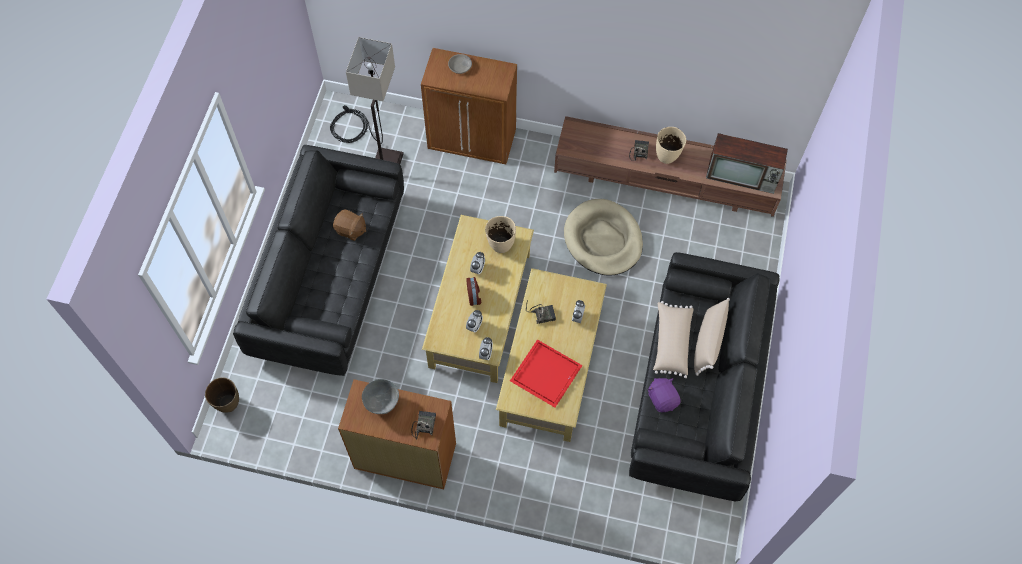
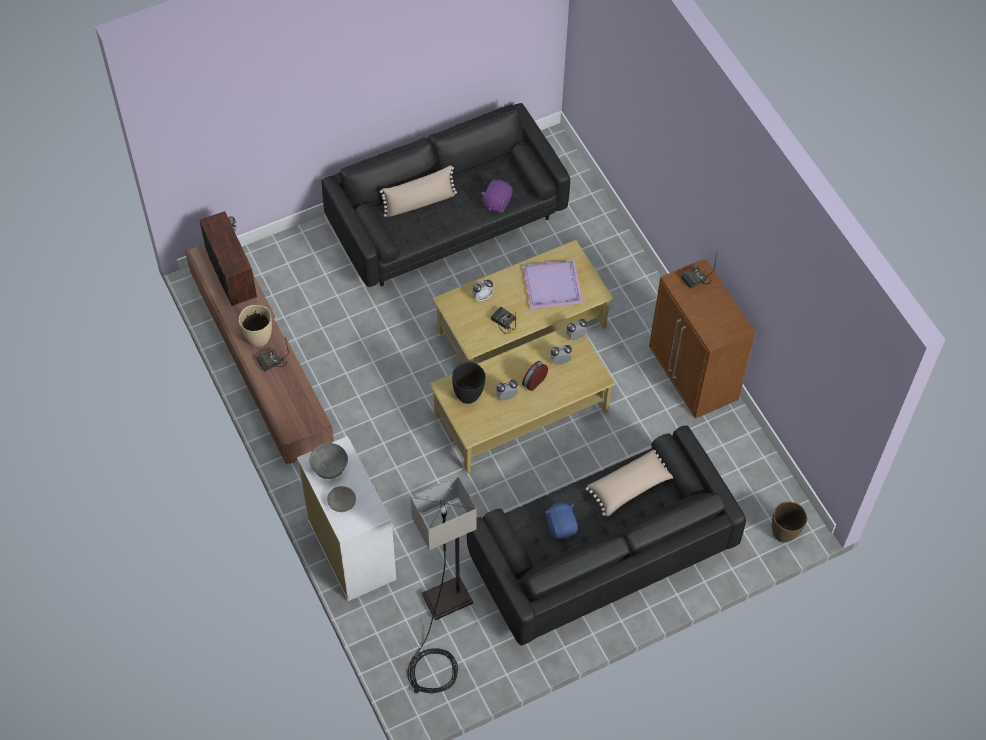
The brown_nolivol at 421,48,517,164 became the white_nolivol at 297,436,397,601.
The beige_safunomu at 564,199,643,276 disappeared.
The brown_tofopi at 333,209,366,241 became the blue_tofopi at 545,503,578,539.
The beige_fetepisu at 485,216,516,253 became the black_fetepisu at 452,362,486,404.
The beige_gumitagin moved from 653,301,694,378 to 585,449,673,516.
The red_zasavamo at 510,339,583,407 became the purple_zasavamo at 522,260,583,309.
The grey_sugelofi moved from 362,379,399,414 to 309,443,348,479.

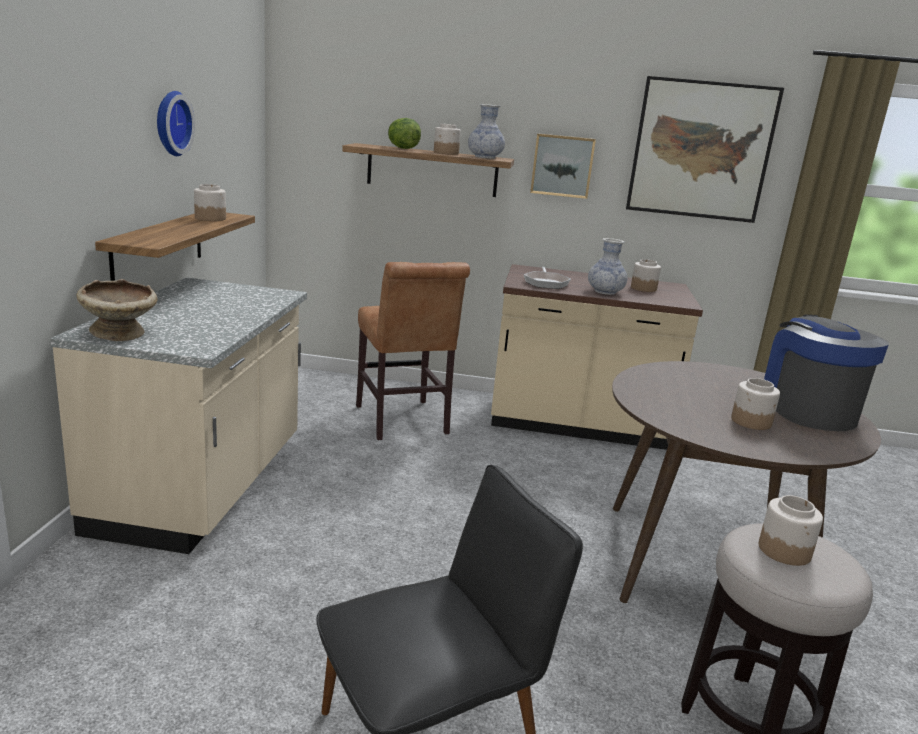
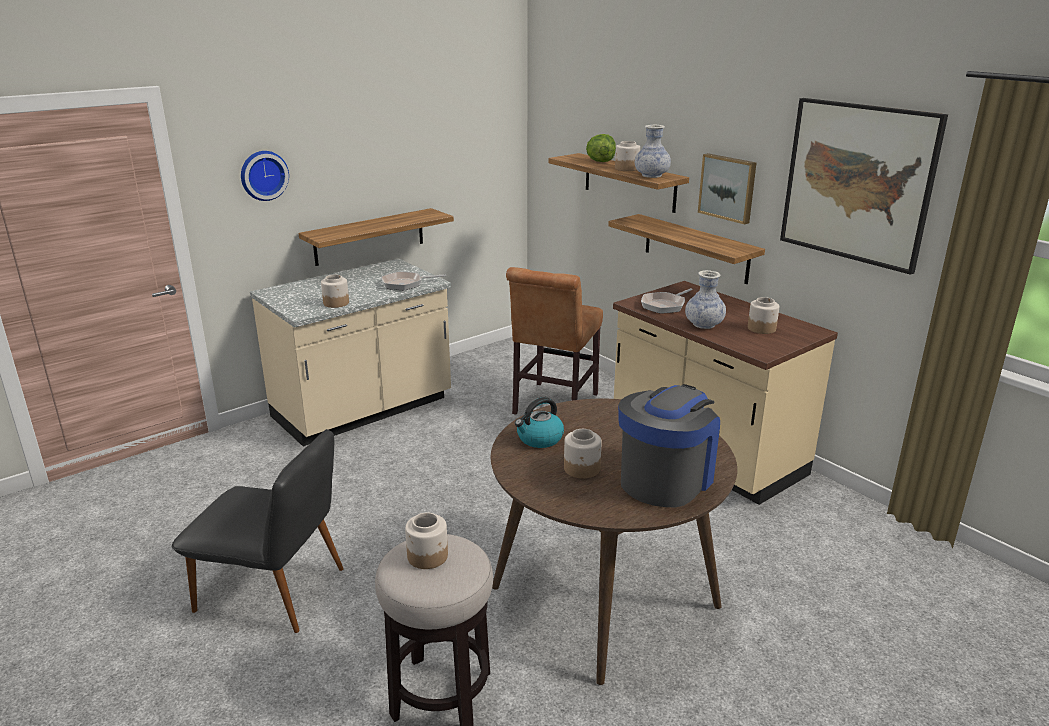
The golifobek moved from 157,91,195,156 to 241,151,289,201.
The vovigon moved from 194,184,226,221 to 321,275,349,308.
The beige_sugelofi at 76,279,158,341 disappeared.
The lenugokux at 608,214,765,284 appeared.
The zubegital at 381,271,446,290 appeared.
The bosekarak at 515,397,564,448 appeared.

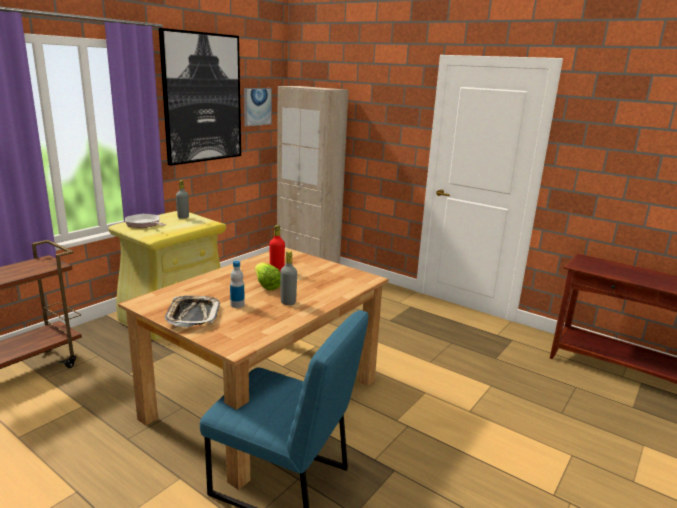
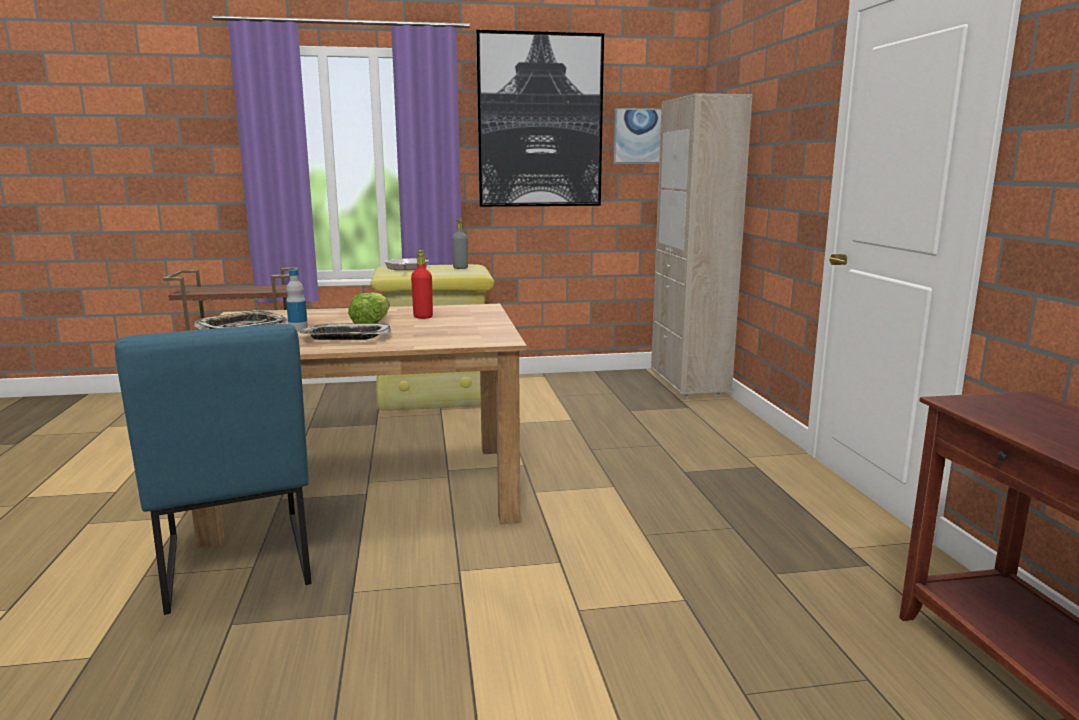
The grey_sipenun at 280,251,297,305 was replaced by the zasavamo at 299,323,391,340.

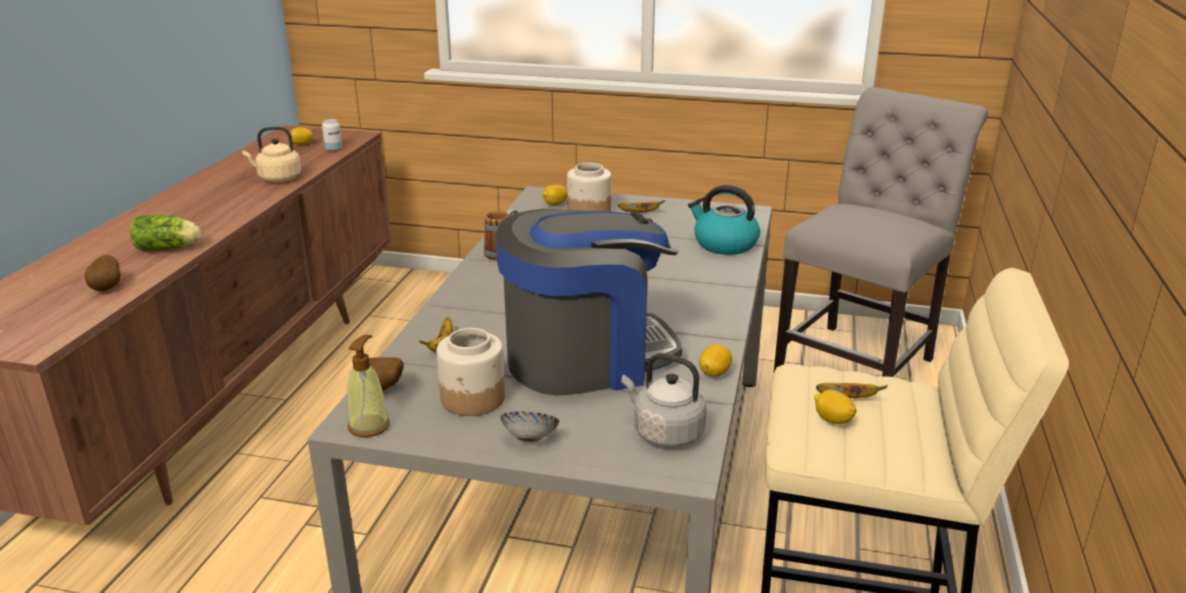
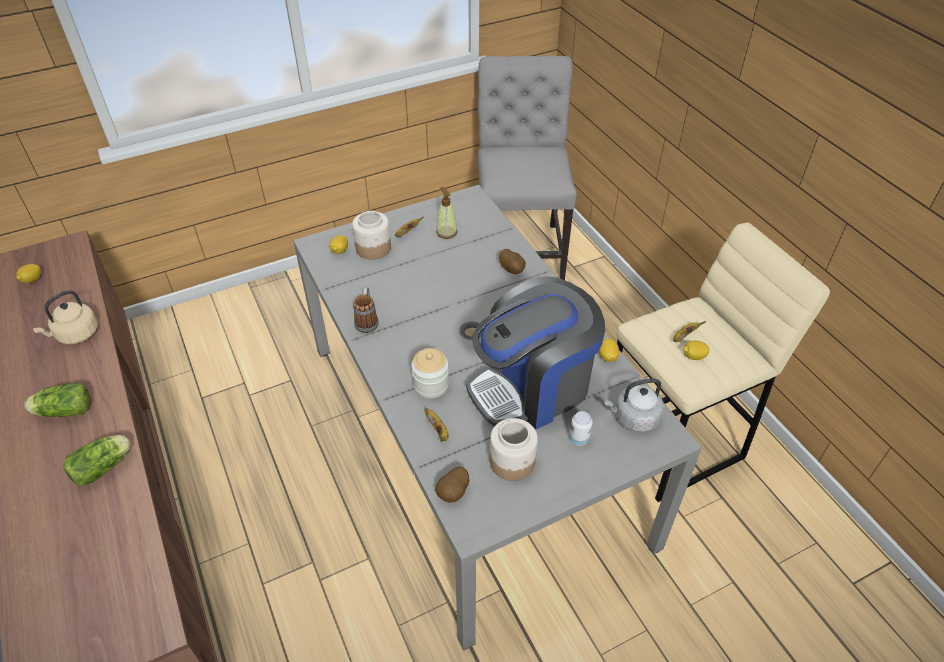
The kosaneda moved from 322,119,342,151 to 569,411,593,446.
The bosekarak at 688,185,760,255 disappeared.
The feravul at 496,209,682,395 turned 150 degrees counterclockwise.
The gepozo moved from 85,255,121,291 to 499,249,526,274.
The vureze moved from 347,335,390,437 to 436,187,458,239.
The sugelofi at 500,411,559,442 disappeared.
The vovigon at 412,348,449,399 appeared.
The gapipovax at 25,383,90,417 appeared.

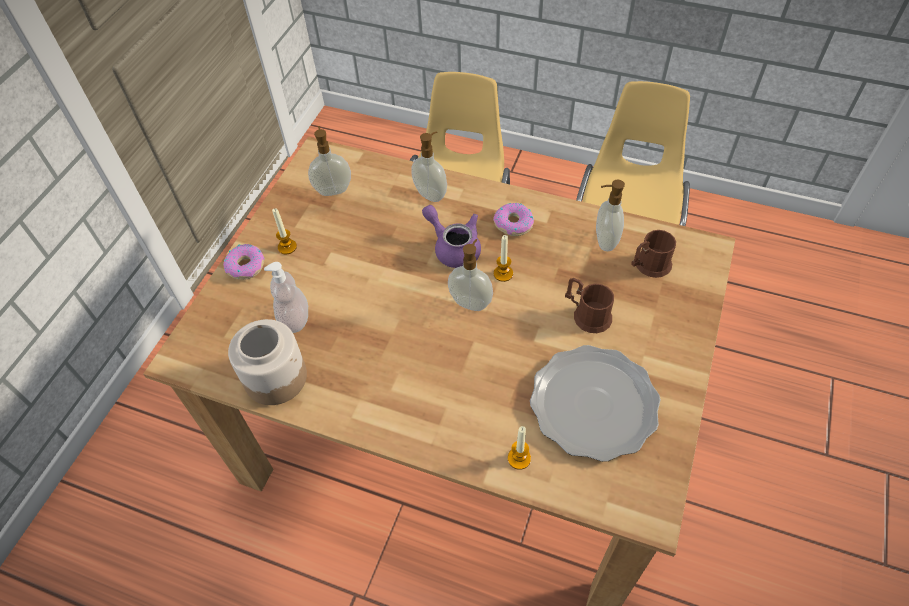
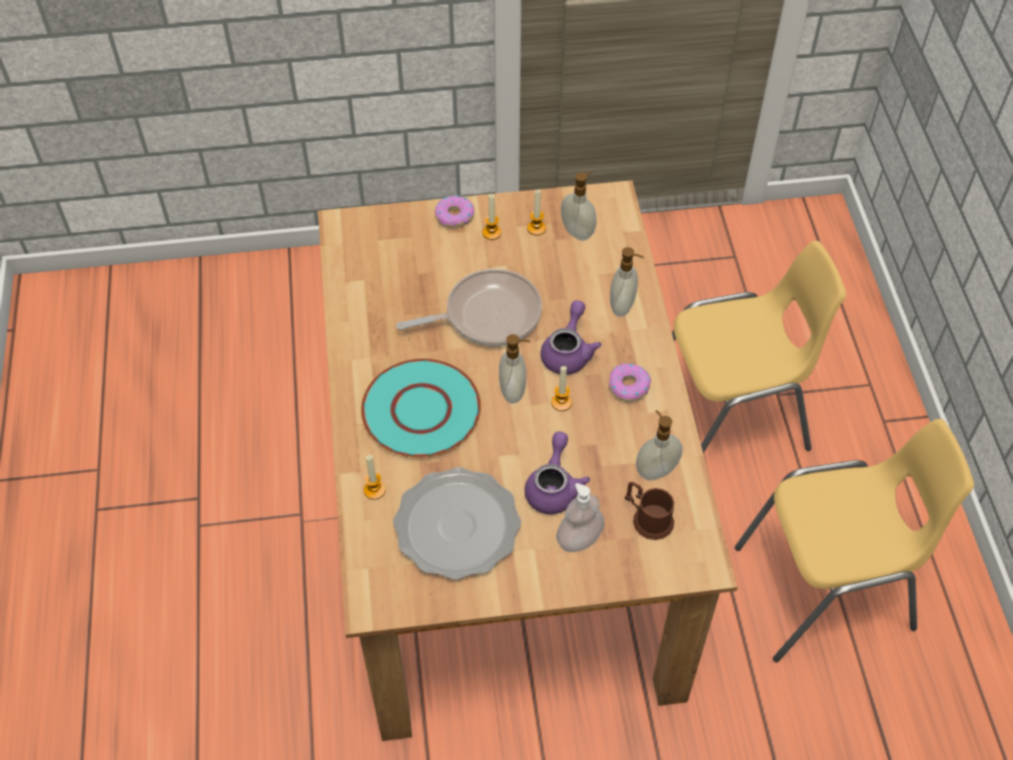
The vureze moved from 264,262,308,333 to 556,483,605,552.
The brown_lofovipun at 565,278,614,333 was replaced by the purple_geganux at 525,432,590,514.
The vovigon at 228,319,307,405 disappeared.
The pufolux at 527,189,546,235 appeared.
The zubegital at 396,269,542,346 appeared.
The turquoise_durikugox at 361,359,481,458 appeared.

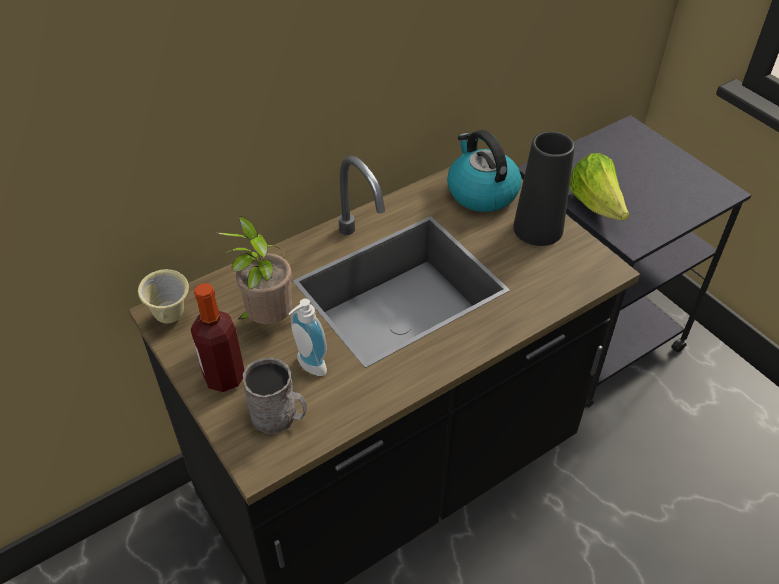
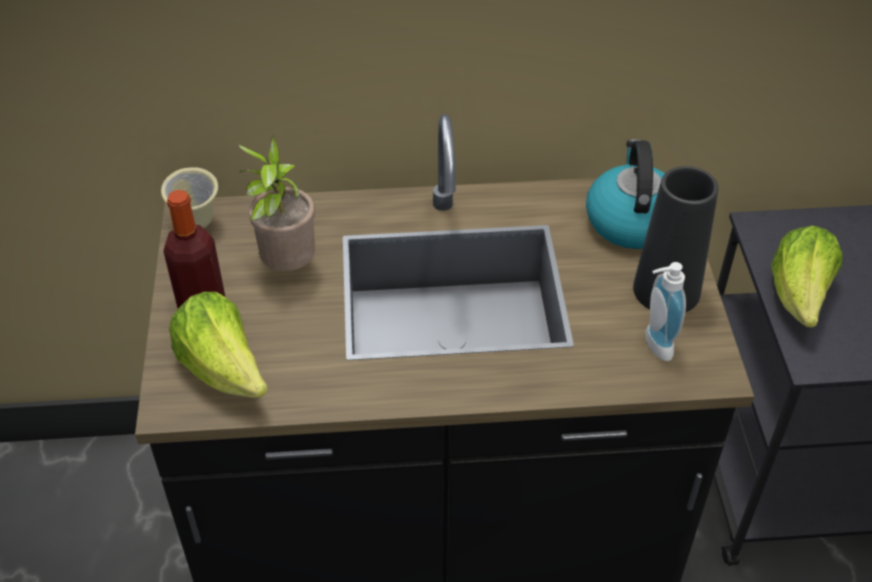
The vureze moved from 288,298,327,376 to 645,262,686,361.
The grey_lofovipun at 243,358,307,434 was replaced by the gapipovax at 169,292,268,398.

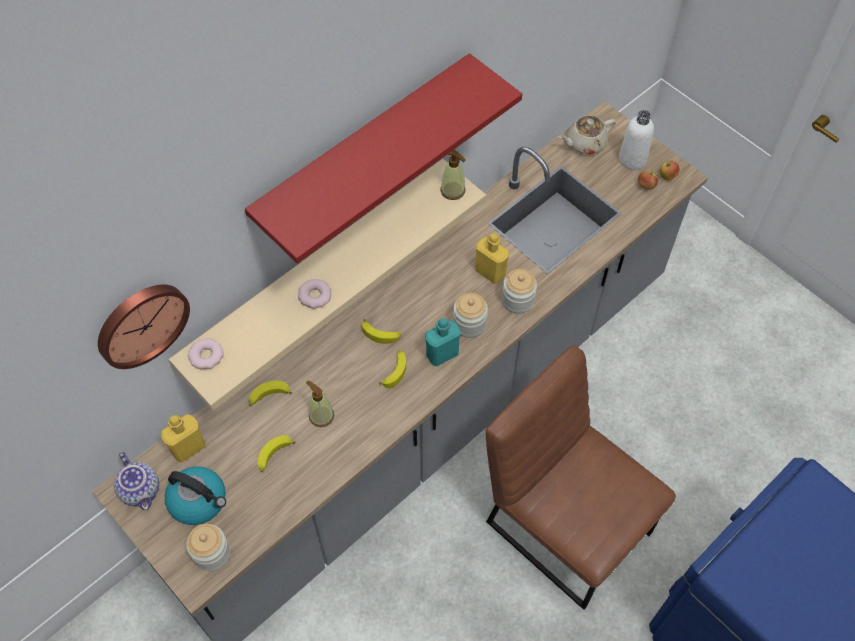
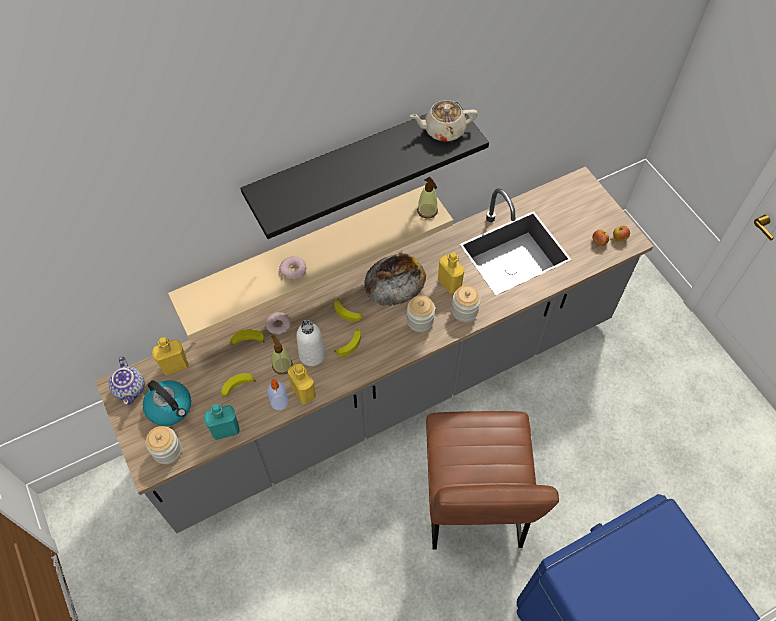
The red_lenugokux at 245,53,522,264 became the black_lenugokux at 240,102,489,239.
The white_sipenun moved from 619,110,654,170 to 296,320,325,366.
The beige_geganux moved from 559,115,616,154 to 410,100,478,141.
The golifobek at 98,285,190,369 disappeared.
The turquoise_sipenun moved from 425,318,461,367 to 204,404,240,440.
The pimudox moved from 188,338,224,369 to 265,312,291,335.
The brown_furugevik at 486,345,676,610 turned 150 degrees counterclockwise.
The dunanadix at 364,253,426,306 appeared.
The yellow_sipenun at 288,363,316,404 appeared.
The vureze at 267,379,288,410 appeared.

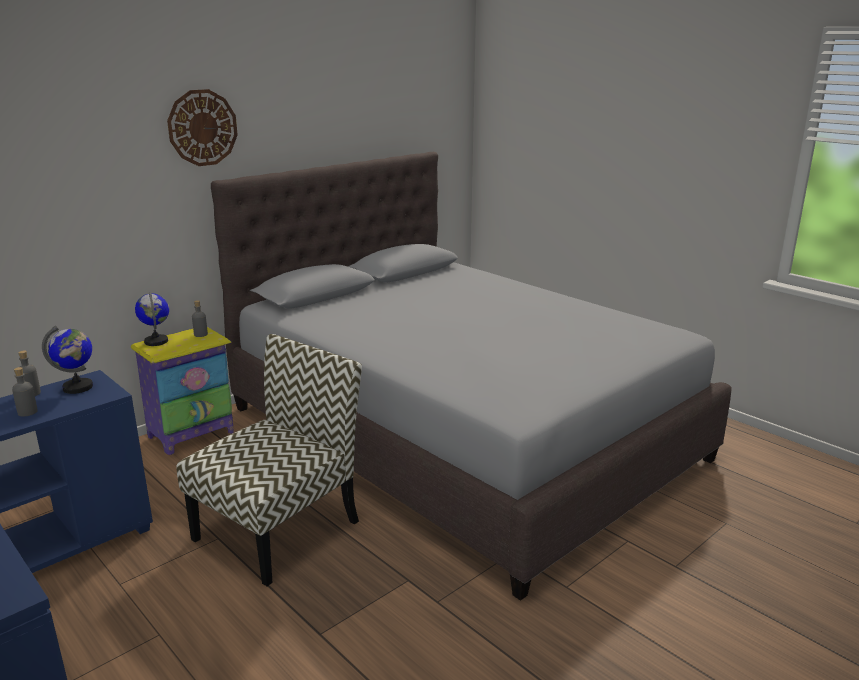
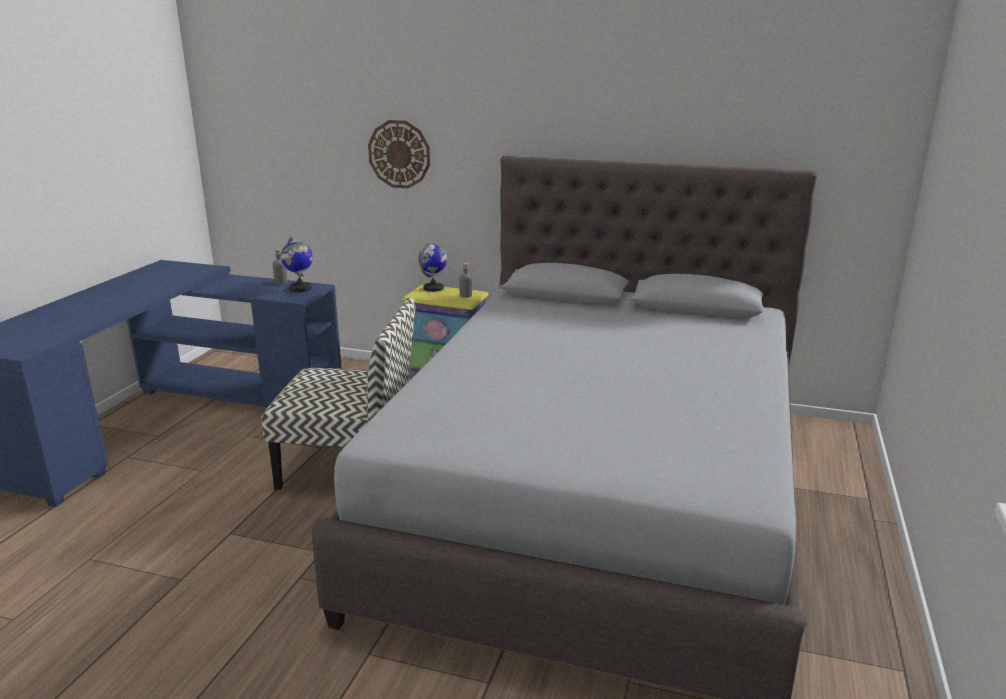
The golifobek moved from 167,89,238,166 to 368,120,430,189.
The grey_sipenun at 12,367,38,416 disappeared.

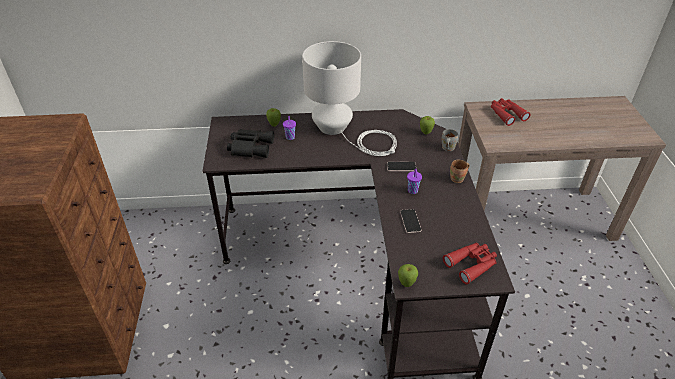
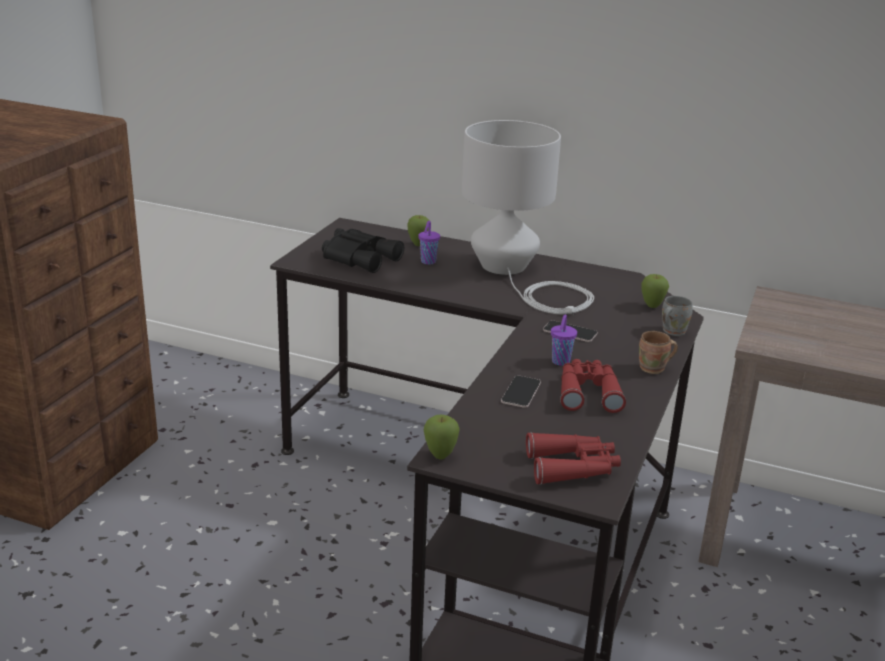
The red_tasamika moved from 491,98,531,126 to 560,359,626,413.

